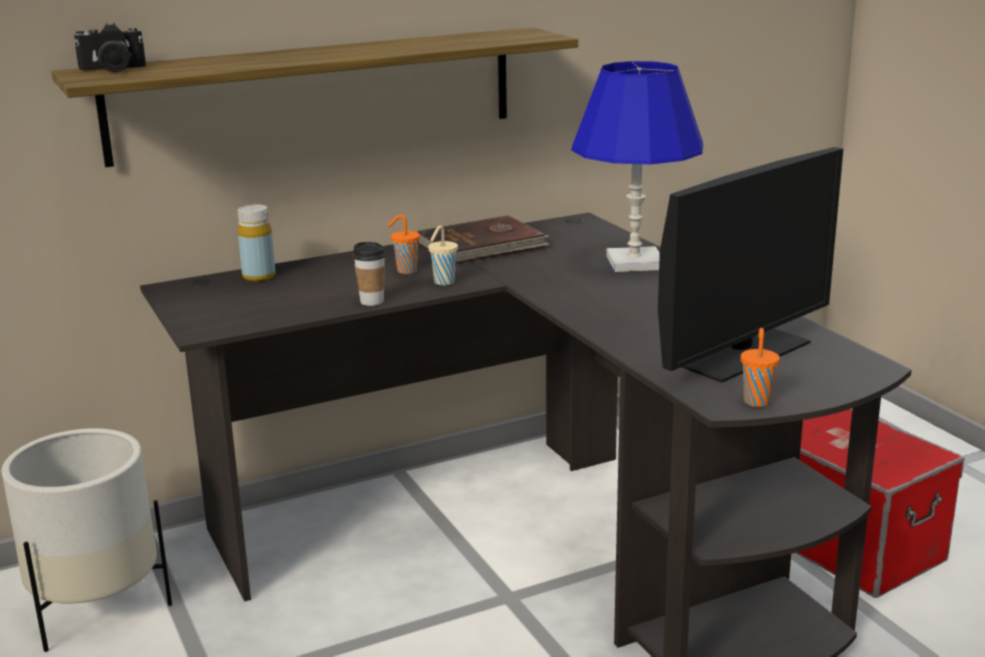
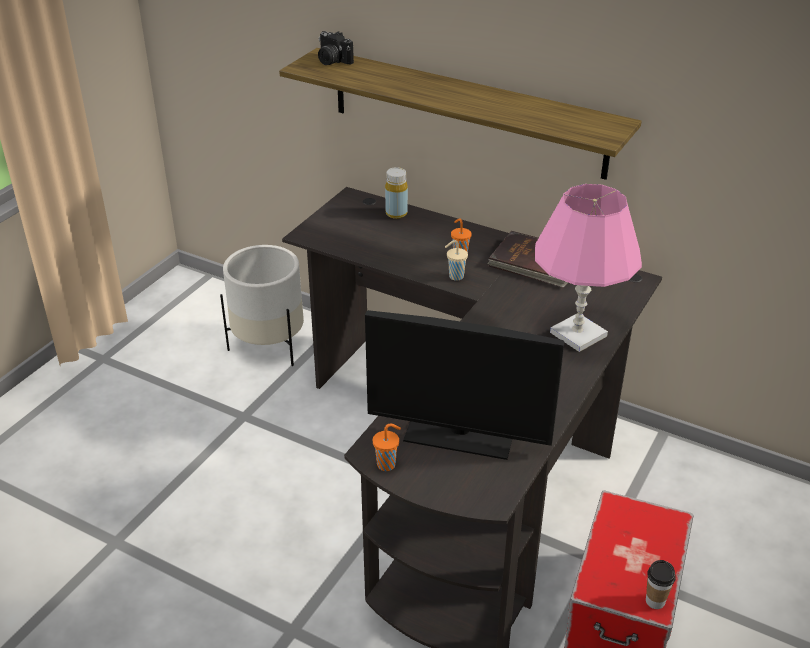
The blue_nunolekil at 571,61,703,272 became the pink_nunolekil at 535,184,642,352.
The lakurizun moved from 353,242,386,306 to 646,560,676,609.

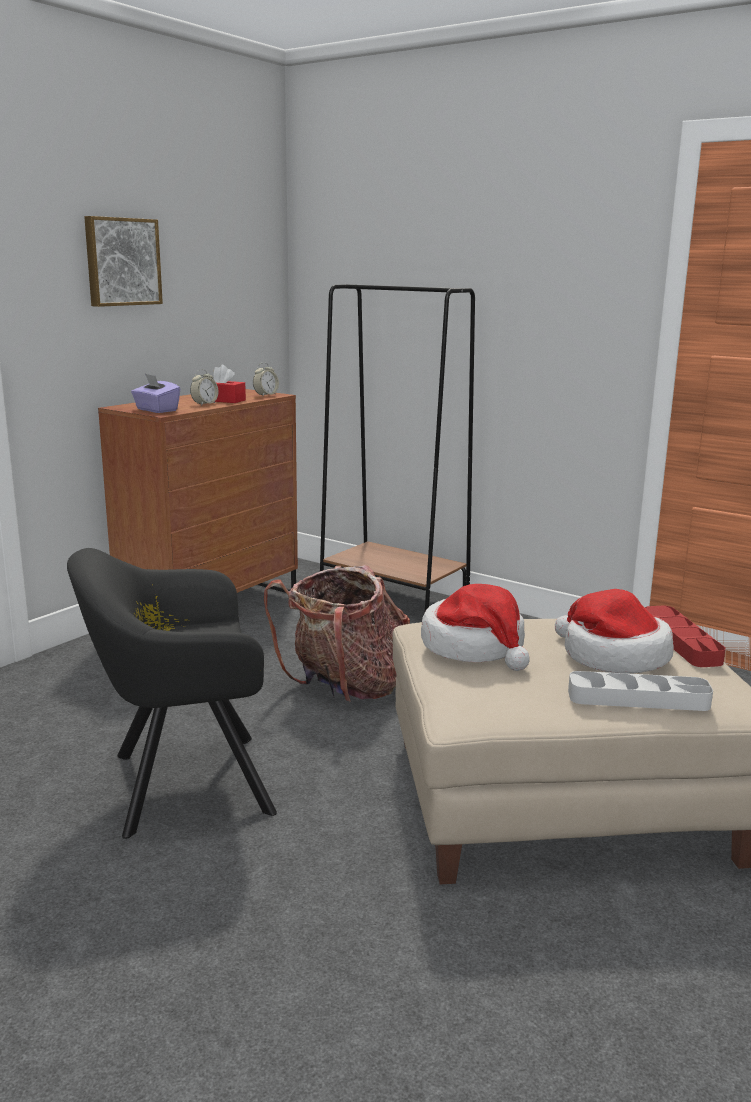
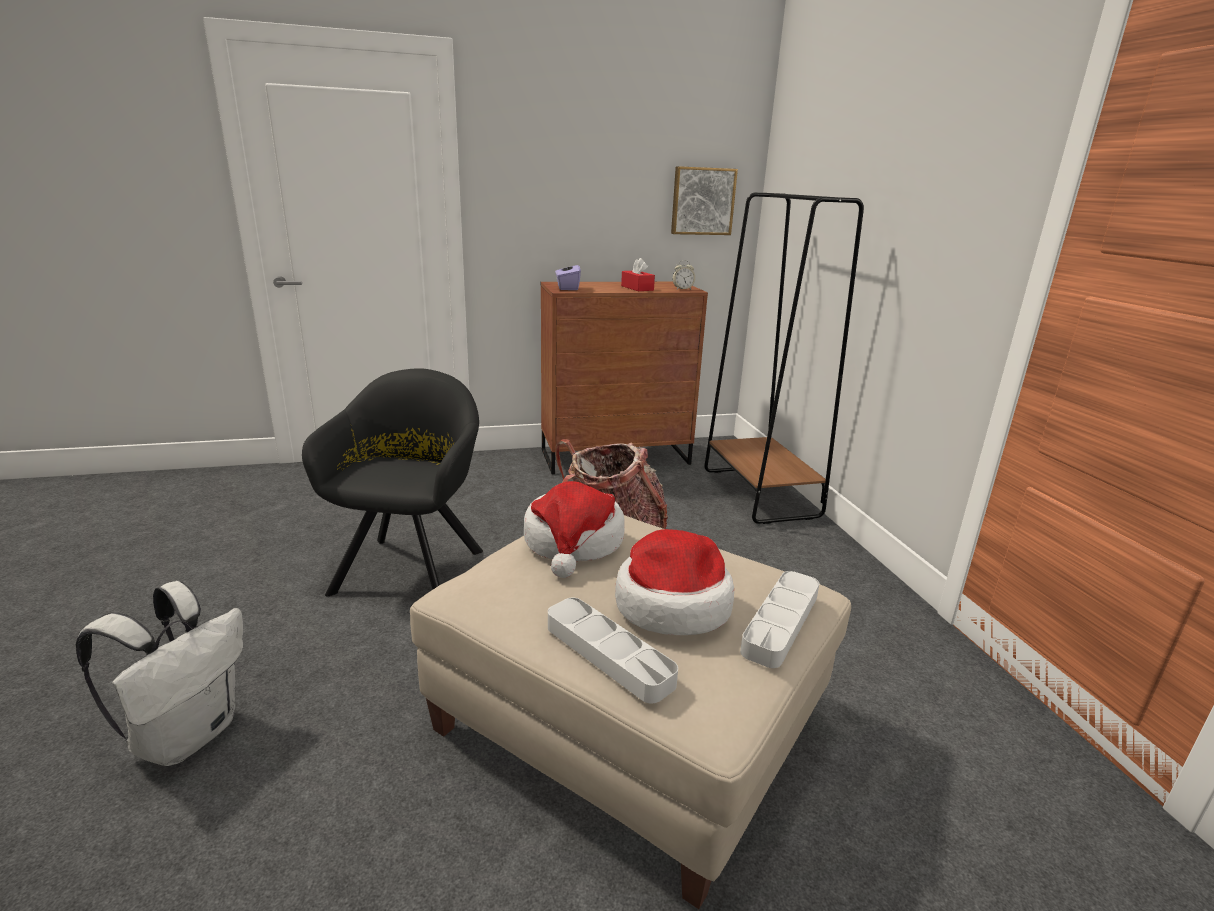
The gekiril moved from 84,216,163,307 to 671,166,738,235.
The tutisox at 190,369,219,406 disappeared.
The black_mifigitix at 67,548,277,839 turned 75 degrees clockwise.
The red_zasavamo at 645,606,726,667 became the grey_zasavamo at 740,571,819,668.
The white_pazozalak at 76,581,243,766 appeared.

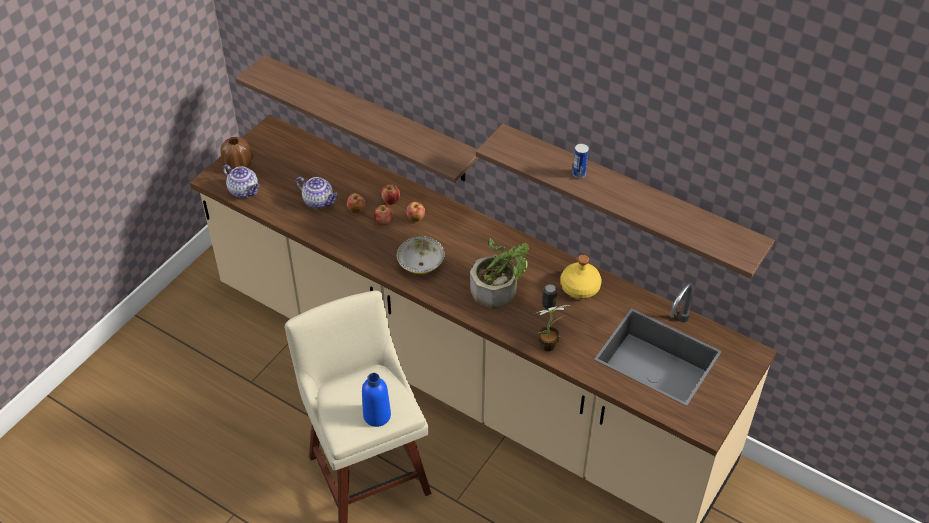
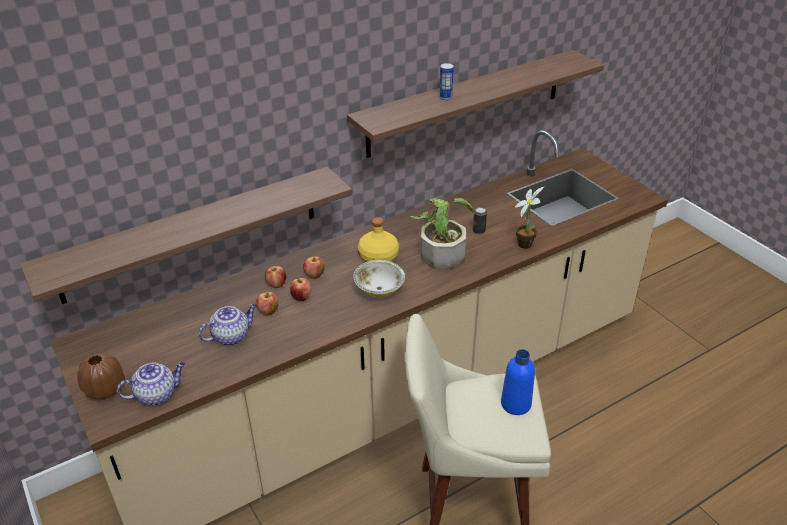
The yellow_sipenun moved from 560,255,601,299 to 358,217,399,262.

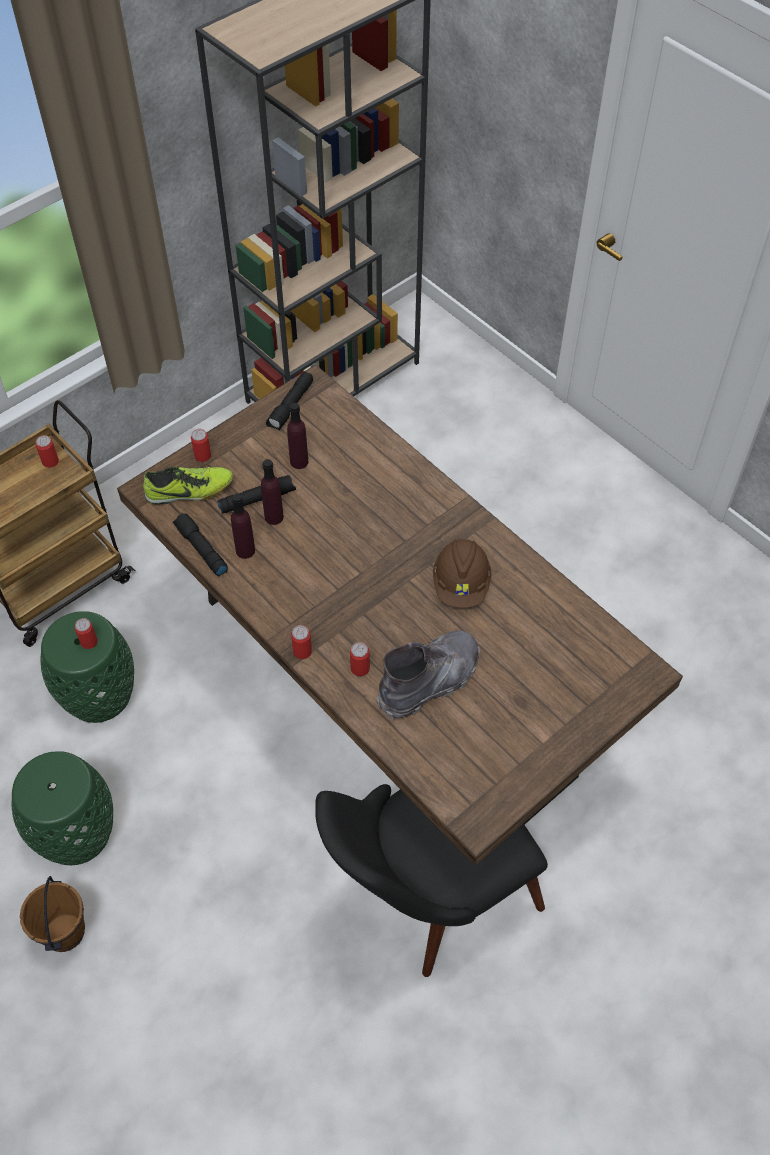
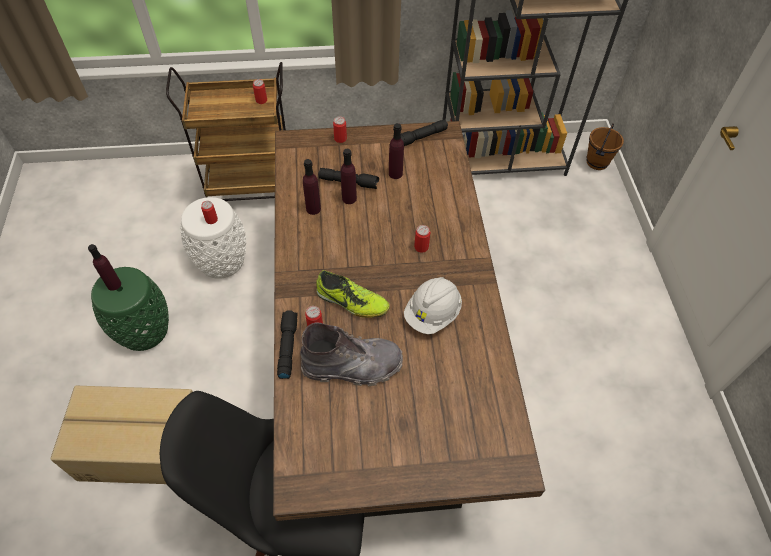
The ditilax moved from 143,467,233,504 to 316,270,390,318.
The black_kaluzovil moved from 173,513,228,576 to 277,310,298,379.
The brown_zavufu at 433,539,492,608 became the white_zavufu at 404,277,462,334.
The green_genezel at 41,611,134,723 became the white_genezel at 181,197,246,279.
The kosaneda moved from 291,625,312,659 to 414,225,430,253.
The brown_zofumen moved from 20,876,85,952 to 586,123,624,170.
The purple_sipenun at 88,244,121,291 appeared.
The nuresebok at 50,386,193,484 appeared.

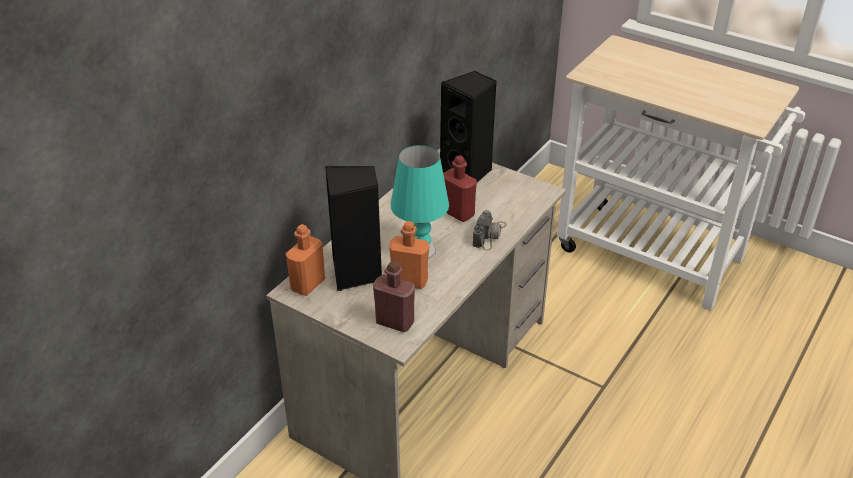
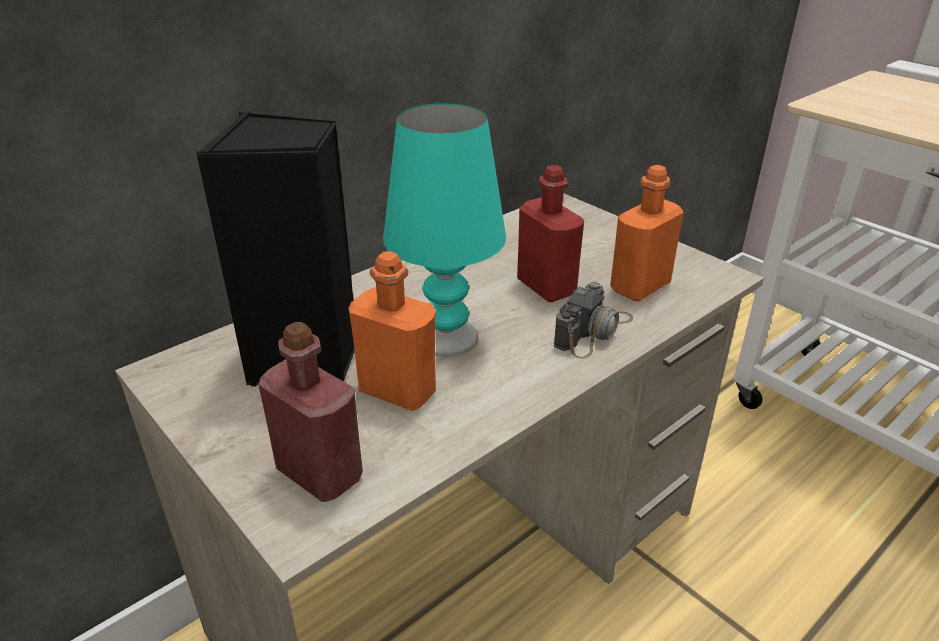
The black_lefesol at 440,70,496,182 disappeared.
The orange_sipenun moved from 286,224,325,296 to 610,165,684,301.

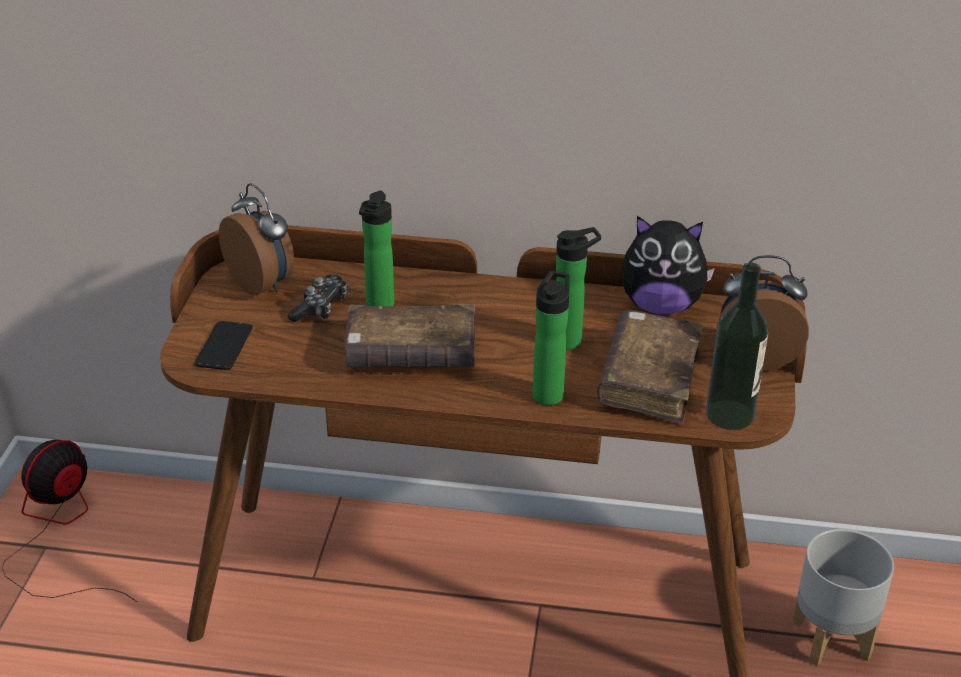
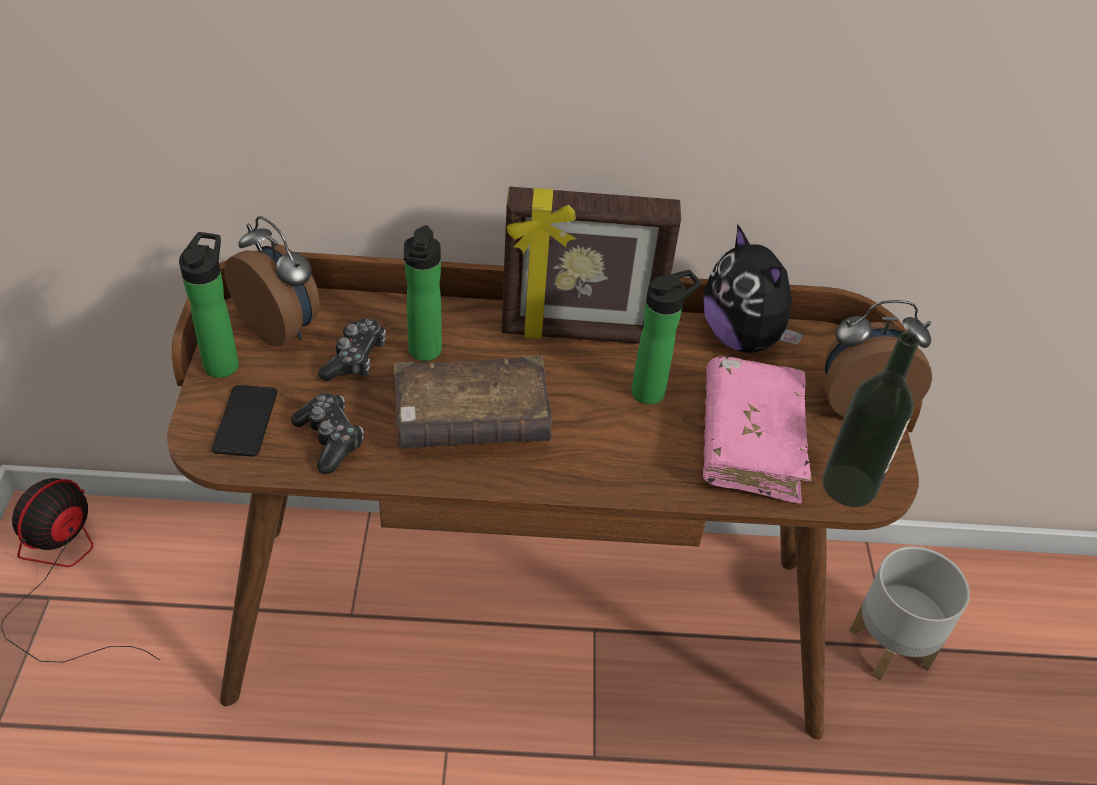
The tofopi at 621,216,715,315 turned 60 degrees clockwise.
The sipenun moved from 533,271,570,405 to 179,232,239,378.
The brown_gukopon at 597,310,703,424 became the pink_gukopon at 703,356,812,504.
The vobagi at 501,187,681,344 appeared.
The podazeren at 291,393,364,473 appeared.

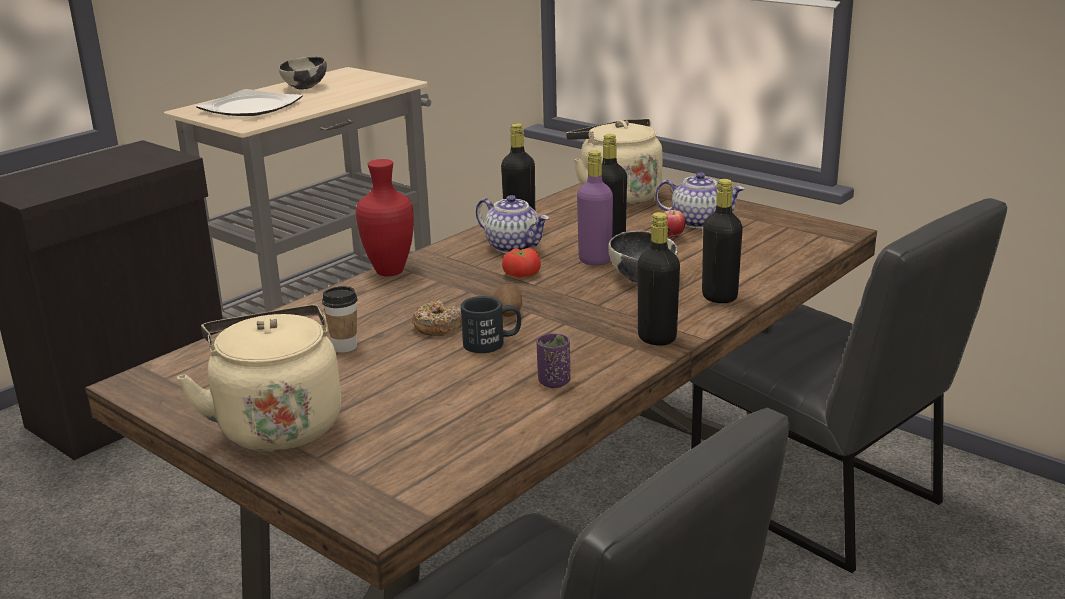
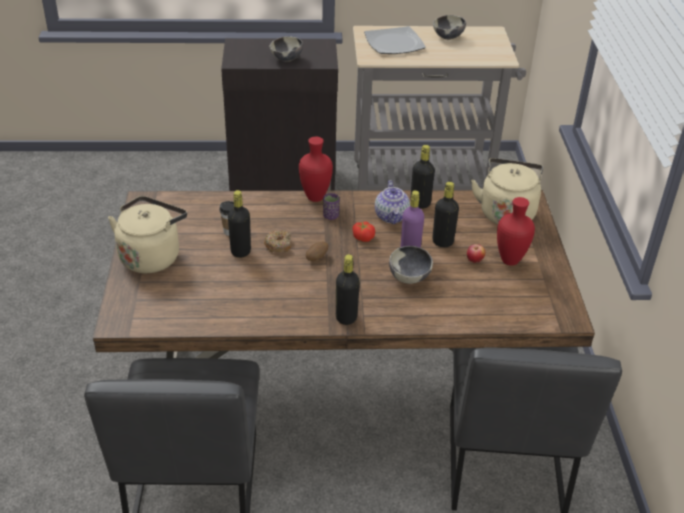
The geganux at 655,172,745,228 was replaced by the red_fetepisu at 497,197,535,266.
The black_sipenun moved from 702,179,743,303 to 228,190,251,258.
The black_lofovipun at 461,296,521,353 disappeared.
The purple_lakurizun moved from 537,334,571,388 to 323,193,339,220.
The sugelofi at 270,36,303,62 appeared.

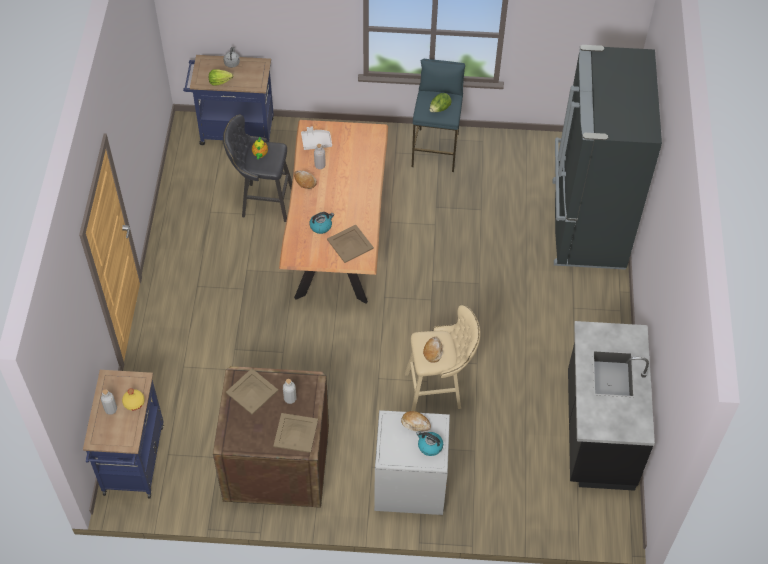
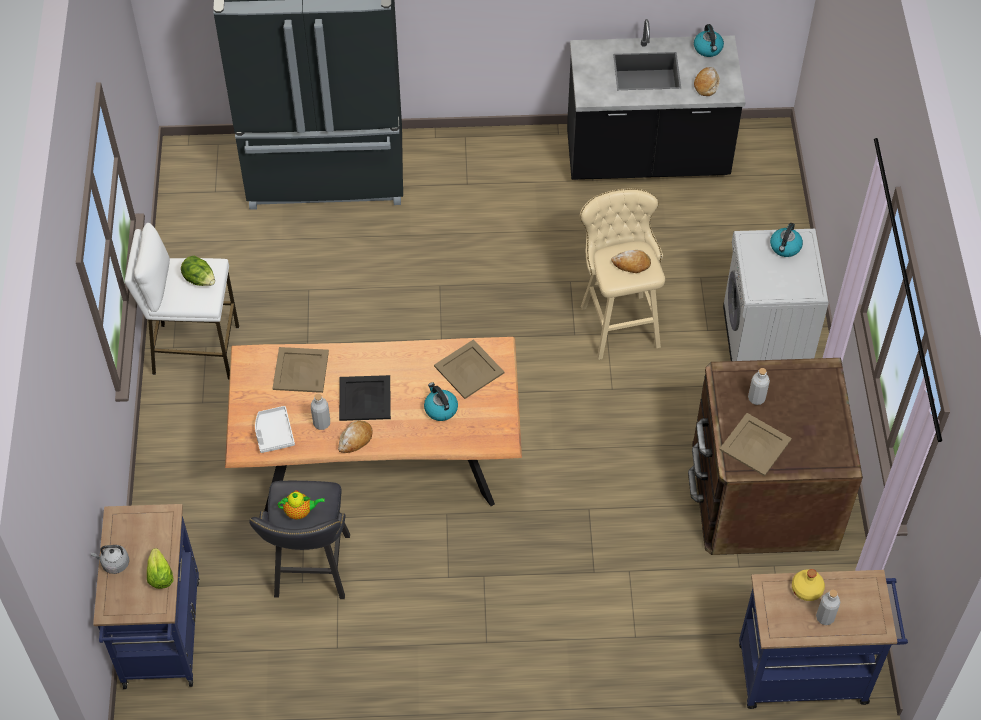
The blue_genezel at 412,59,465,172 became the white_genezel at 124,223,239,380.
The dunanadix moved from 401,411,431,432 to 694,67,720,96.
The beige_zasavamo moved from 273,413,318,453 to 272,347,329,393.
The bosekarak at 694,24,724,57 appeared.
The black_zasavamo at 339,375,391,421 appeared.

